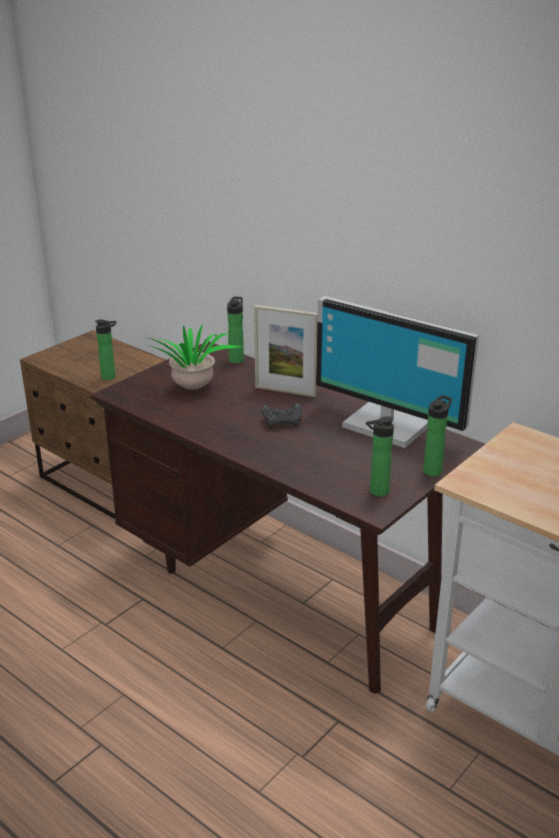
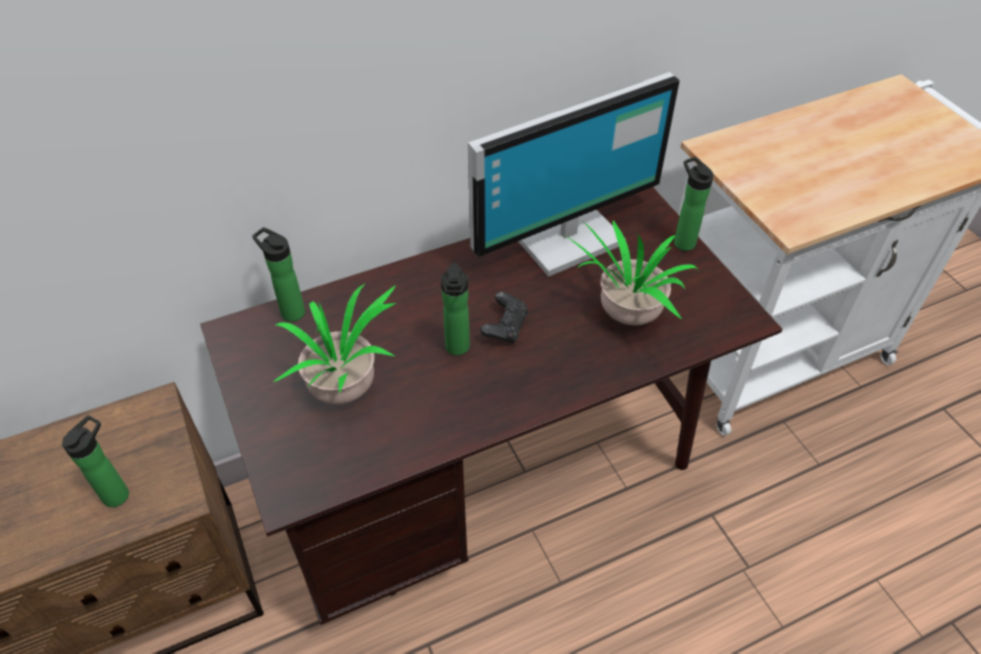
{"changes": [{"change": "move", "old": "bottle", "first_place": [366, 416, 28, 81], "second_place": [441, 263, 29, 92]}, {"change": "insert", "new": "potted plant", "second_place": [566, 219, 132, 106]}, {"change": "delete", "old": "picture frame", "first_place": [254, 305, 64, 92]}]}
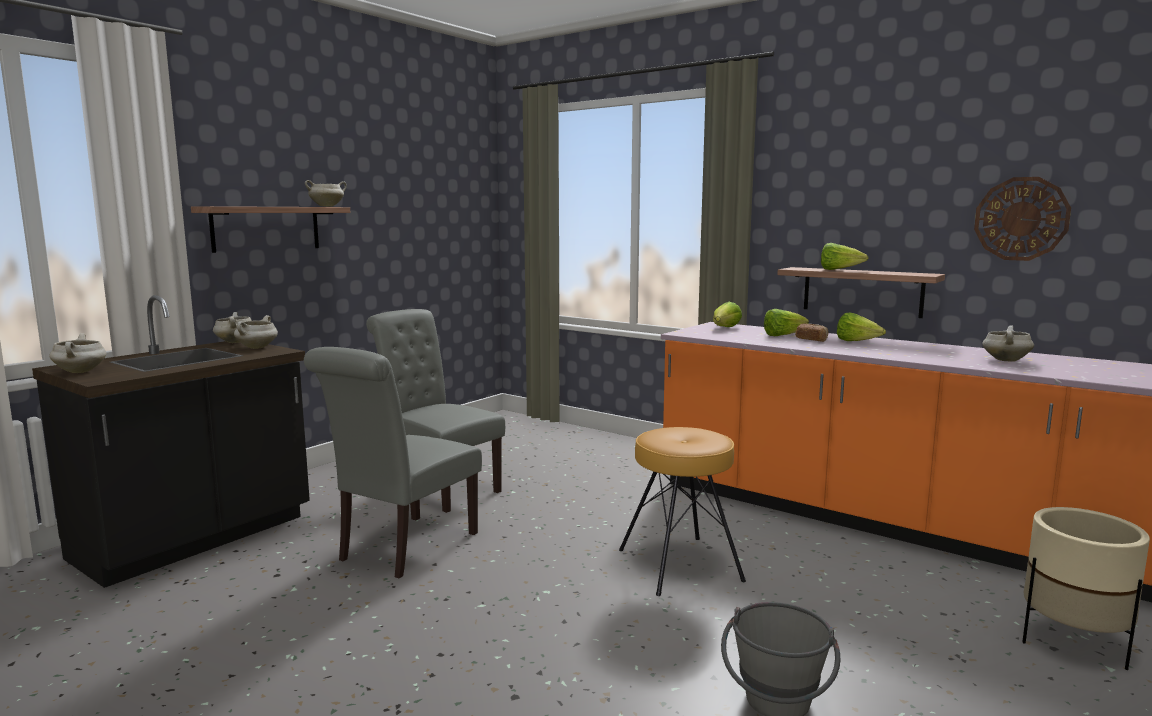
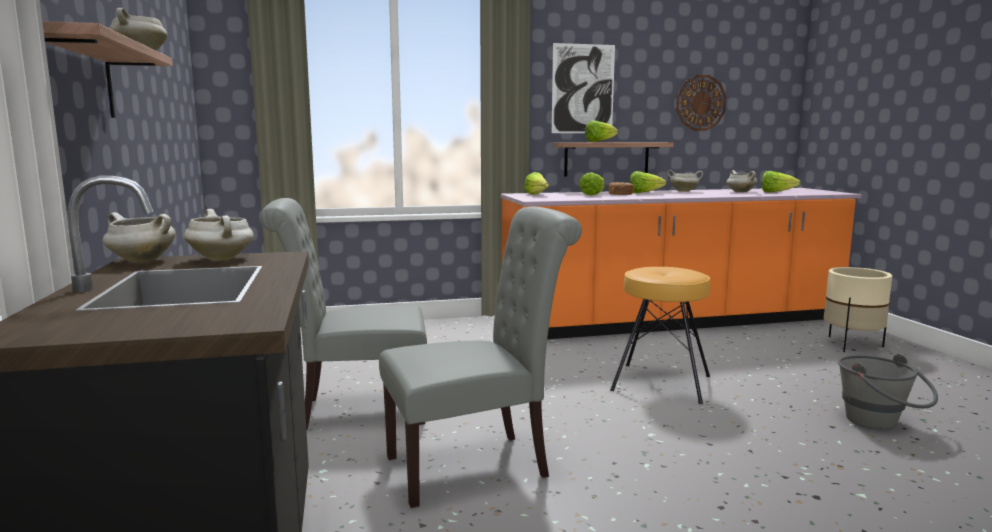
{"changes": [{"change": "rotate", "old": "grey plain chair", "first_place": [304, 347, 178, 231], "second_place": [379, 207, 203, 301], "degrees": -90}, {"change": "insert", "new": "picture", "second_place": [552, 43, 63, 90]}, {"change": "move", "old": "white saucepot", "first_place": [49, 333, 57, 40], "second_place": [667, 170, 36, 22]}, {"change": "insert", "new": "lettuce", "second_place": [762, 171, 39, 22]}]}
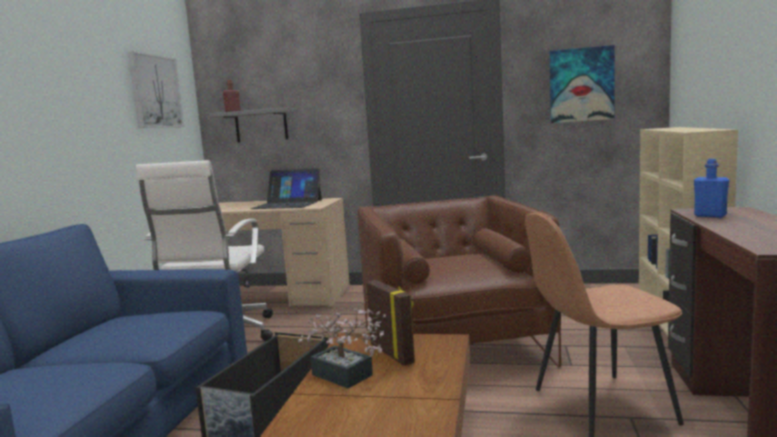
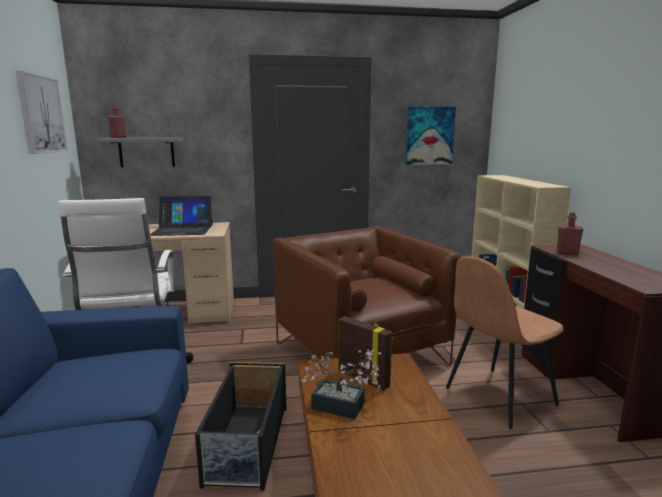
{"changes": [{"change": "recolor", "old": "bluish bottle", "new": "red bottle", "first_place": [694, 159, 36, 59], "second_place": [557, 212, 26, 43]}]}
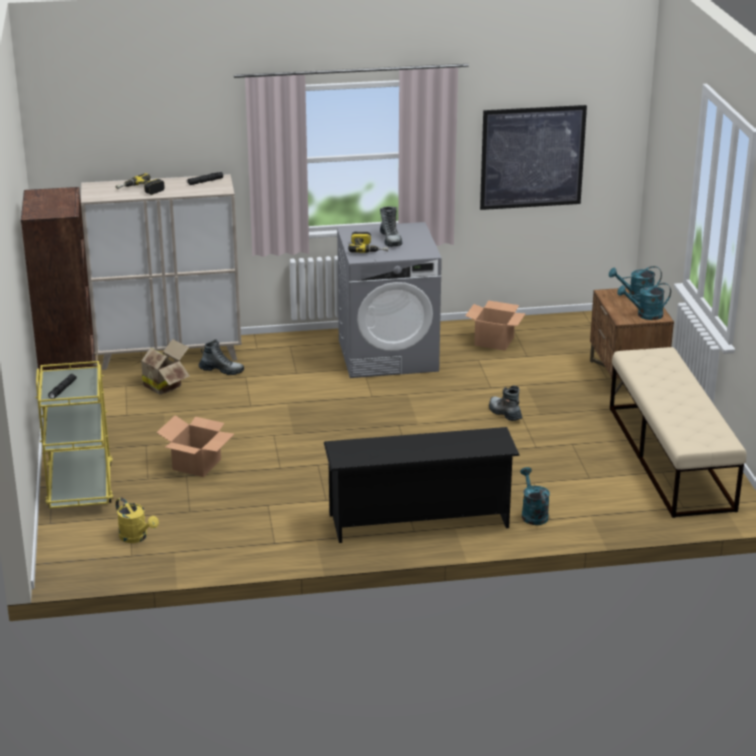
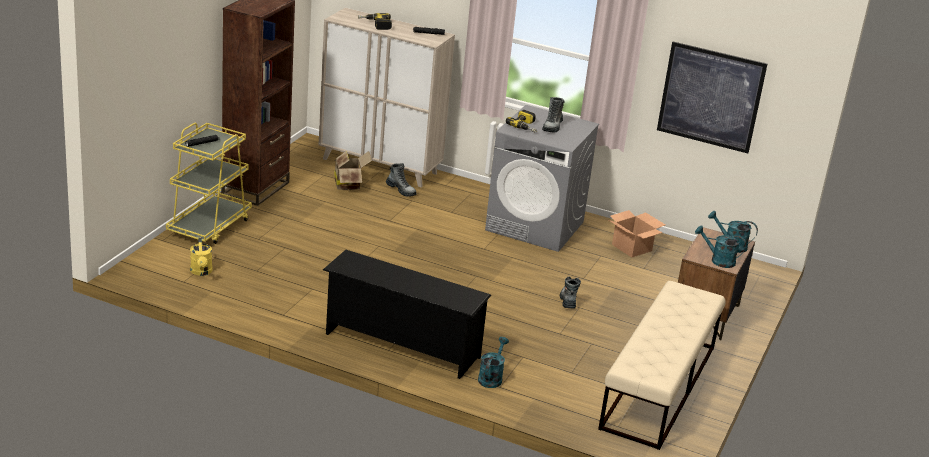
{"changes": [{"change": "delete", "old": "packing box", "first_place": [156, 415, 78, 62]}]}
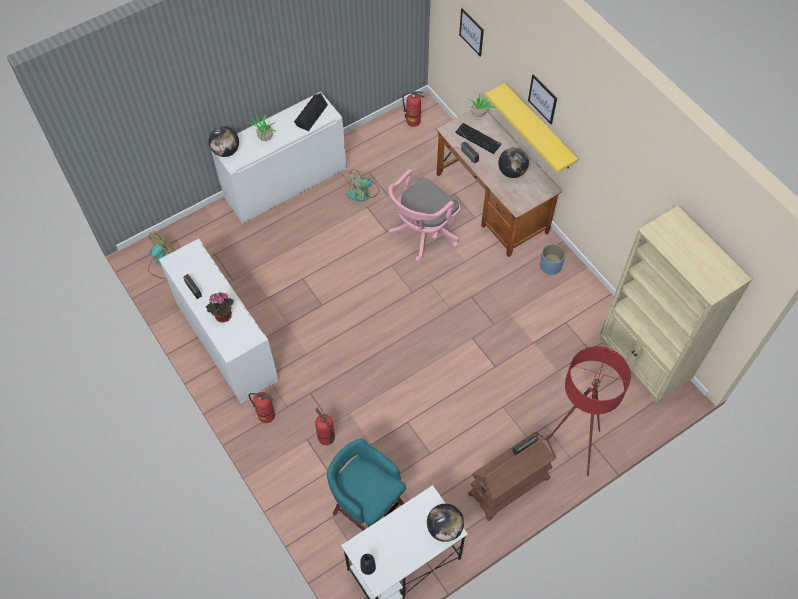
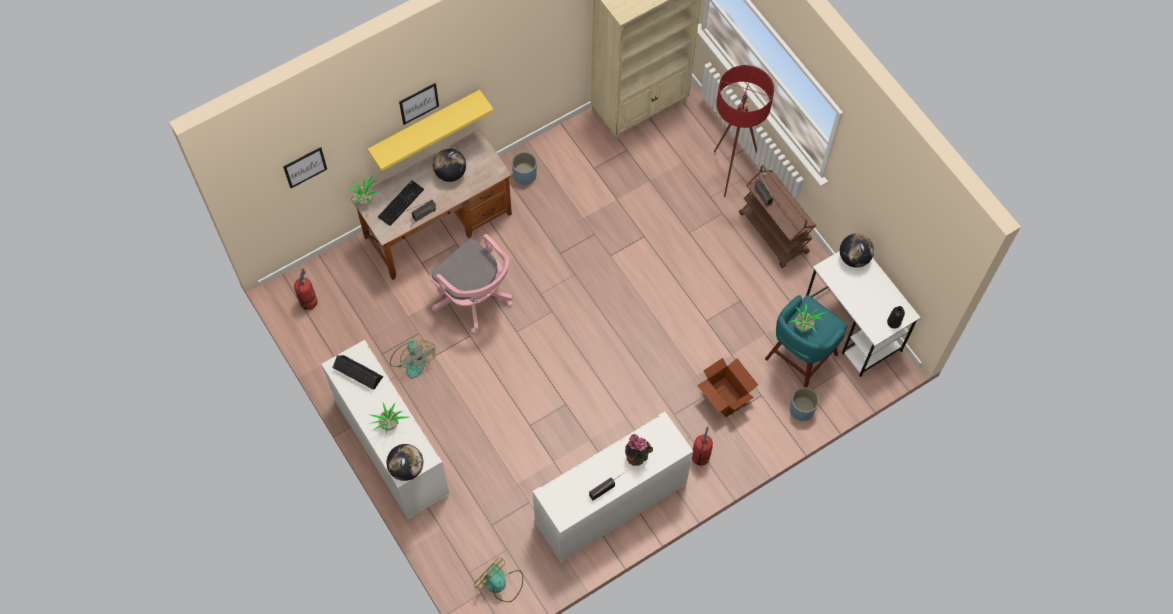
{"changes": [{"change": "replace", "old": "fire-fighting cylinder", "new": "packing box", "first_place": [315, 408, 20, 37], "second_place": [697, 358, 61, 59]}, {"change": "insert", "new": "potted plant", "second_place": [789, 304, 37, 29]}, {"change": "insert", "new": "bluish plant pot", "second_place": [790, 387, 29, 34]}]}
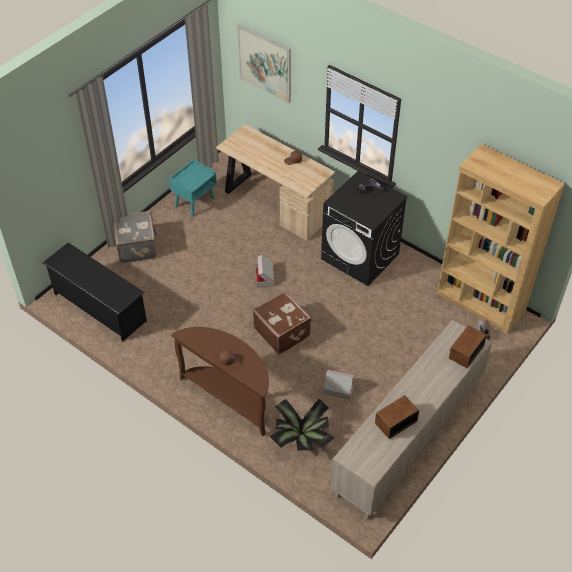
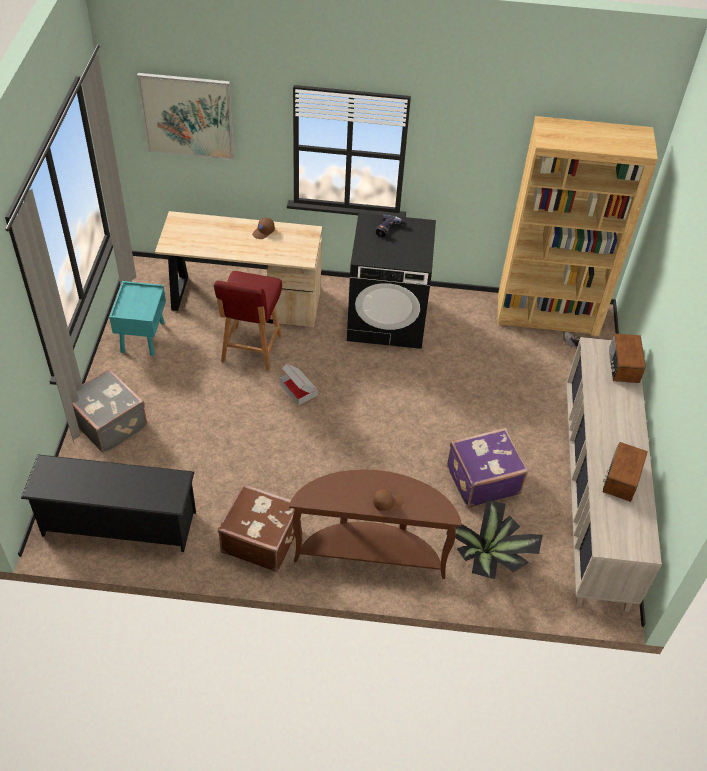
{"changes": [{"change": "insert", "new": "red plain chair", "second_place": [214, 271, 68, 100]}, {"change": "move", "old": "brown-coloured piece of luggage", "first_place": [253, 291, 59, 64], "second_place": [218, 484, 77, 88]}, {"change": "replace", "old": "packing box", "new": "purple piece of luggage", "first_place": [323, 370, 31, 29], "second_place": [447, 428, 81, 80]}]}
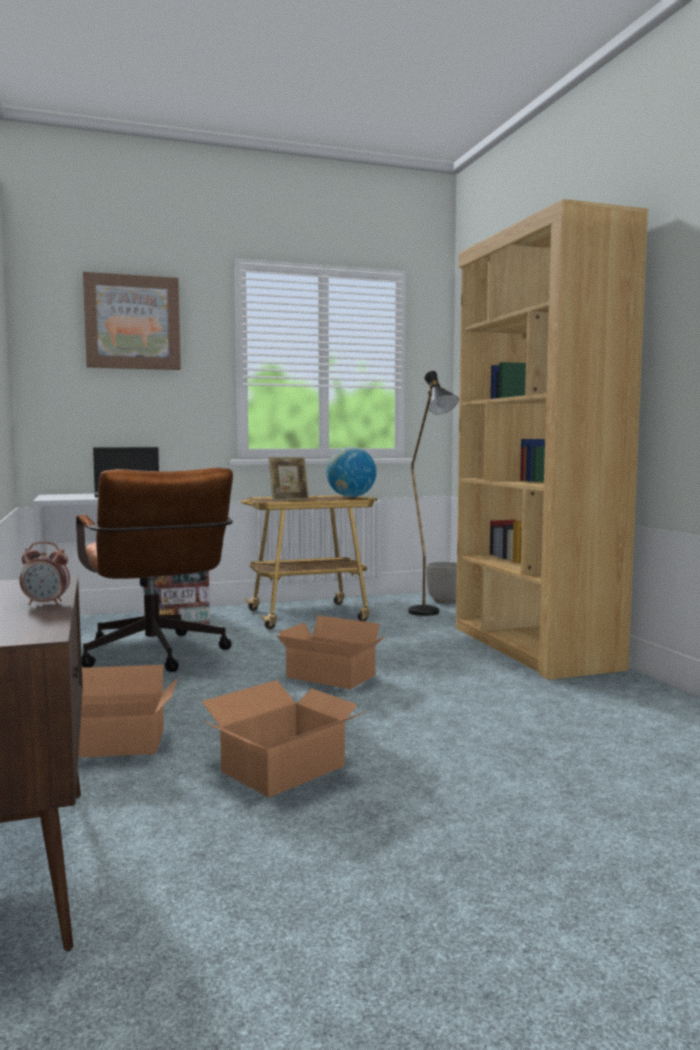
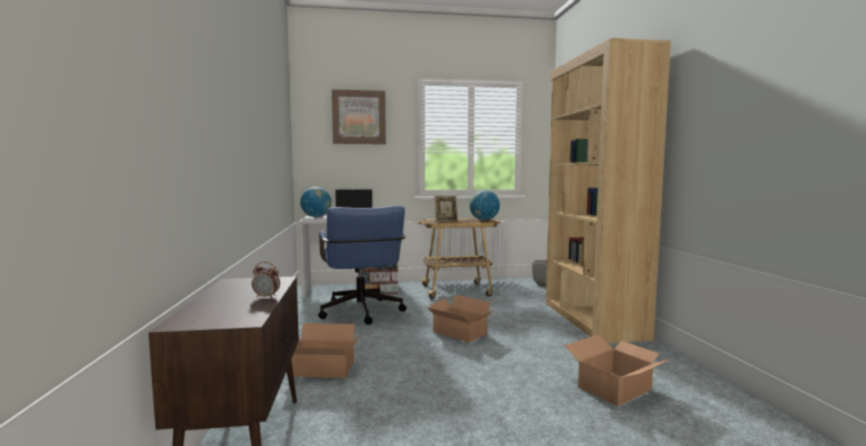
{"changes": [{"change": "insert", "new": "world globe", "second_place": [300, 187, 31, 30]}, {"change": "recolor", "old": "brown-coloured desk chair", "new": "bluish desk chair", "first_place": [76, 468, 157, 204], "second_place": [318, 206, 88, 118]}, {"change": "move", "old": "packing box", "first_place": [201, 680, 166, 117], "second_place": [564, 334, 108, 72]}, {"change": "delete", "old": "black-coloured standard lamp", "first_place": [408, 371, 51, 245]}]}
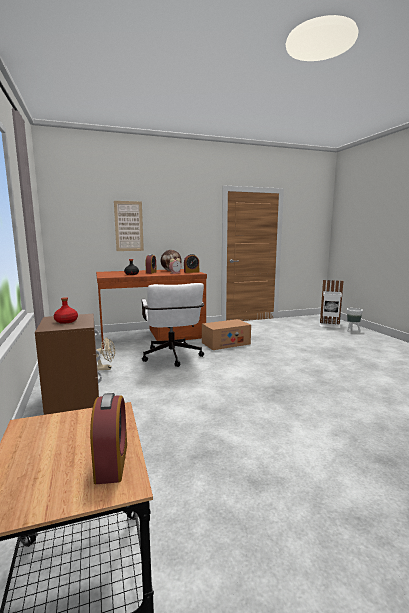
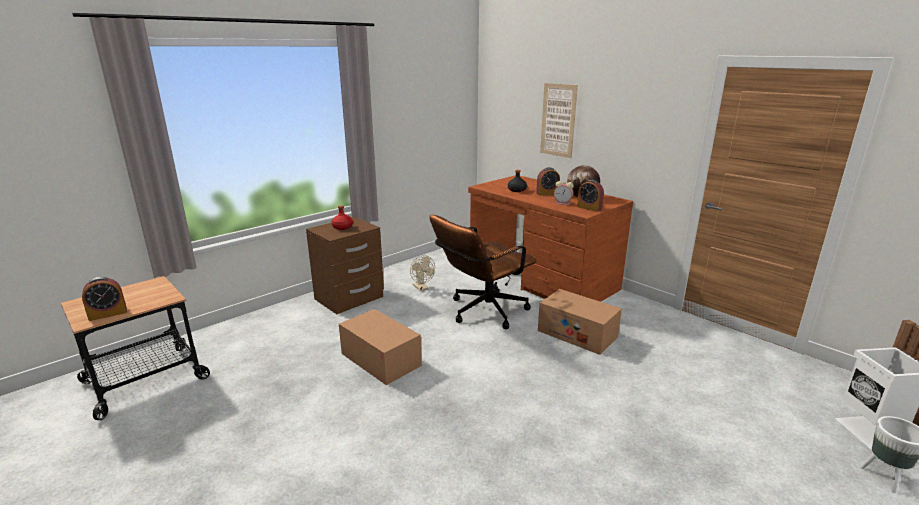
{"changes": [{"change": "insert", "new": "packing box", "second_place": [339, 309, 83, 76]}, {"change": "recolor", "old": "white desk chair", "new": "brown-coloured desk chair", "first_place": [142, 283, 62, 84], "second_place": [430, 215, 106, 114]}]}
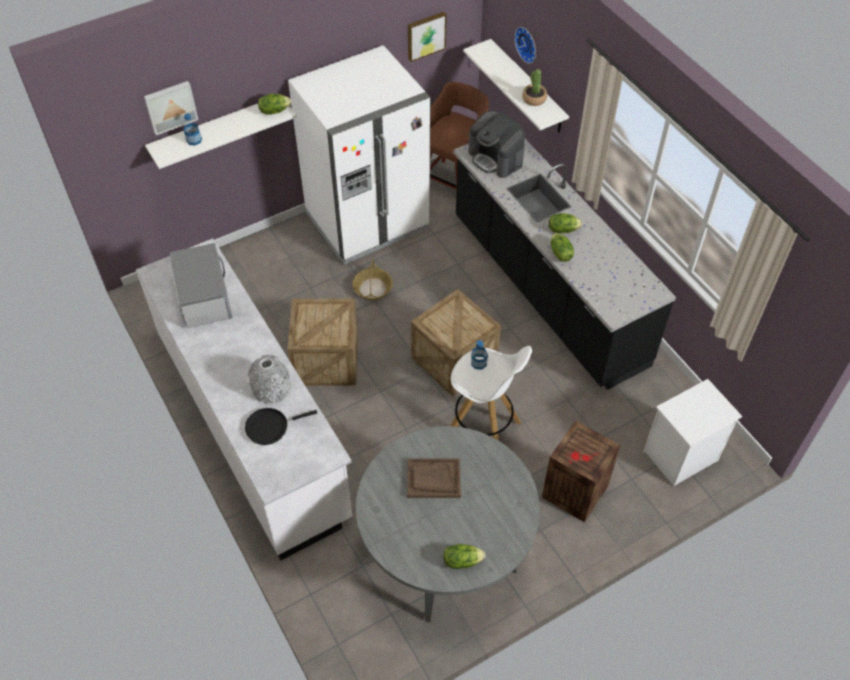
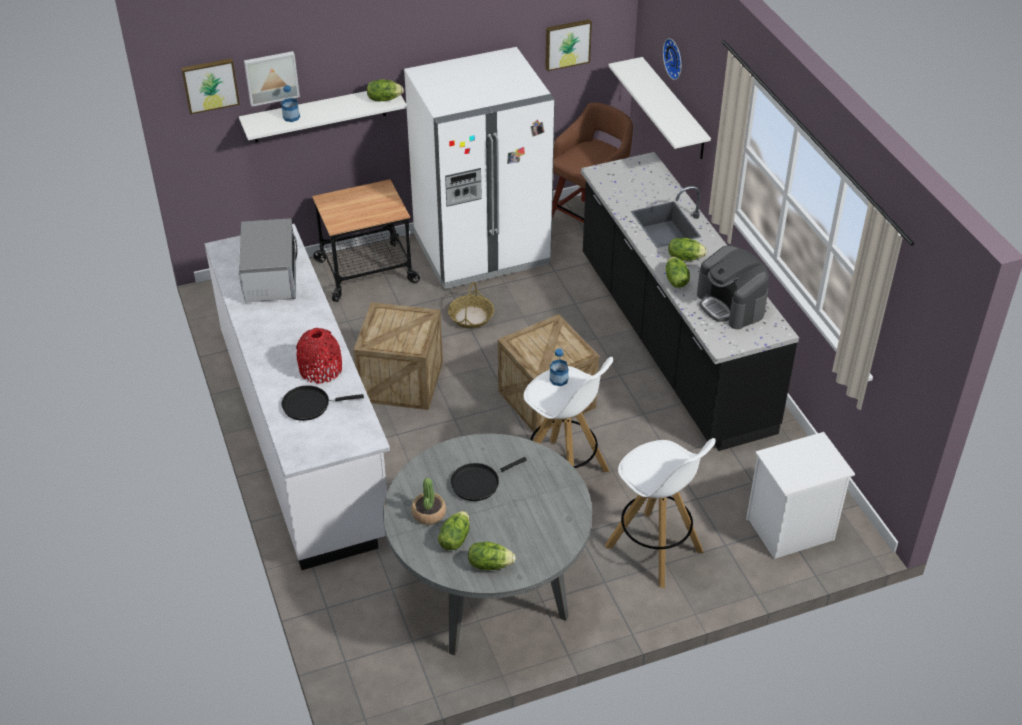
{"changes": [{"change": "insert", "new": "picture", "second_place": [181, 58, 59, 56]}, {"change": "recolor", "old": "grey flower vase", "new": "red flower vase", "first_place": [248, 355, 43, 48], "second_place": [296, 328, 46, 56]}, {"change": "insert", "new": "cart", "second_place": [312, 179, 108, 123]}, {"change": "move", "old": "potted plant", "first_place": [522, 69, 25, 37], "second_place": [411, 478, 35, 47]}, {"change": "insert", "new": "lettuce", "second_place": [438, 511, 32, 39]}, {"change": "replace", "old": "brown-coloured carrying tray", "new": "black-coloured pan", "first_place": [407, 458, 54, 40], "second_place": [450, 457, 77, 44]}, {"change": "replace", "old": "crate", "new": "white stool seat", "first_place": [542, 420, 79, 102], "second_place": [605, 438, 110, 150]}, {"change": "move", "old": "coffee brewer", "first_place": [468, 111, 57, 67], "second_place": [697, 246, 72, 83]}]}
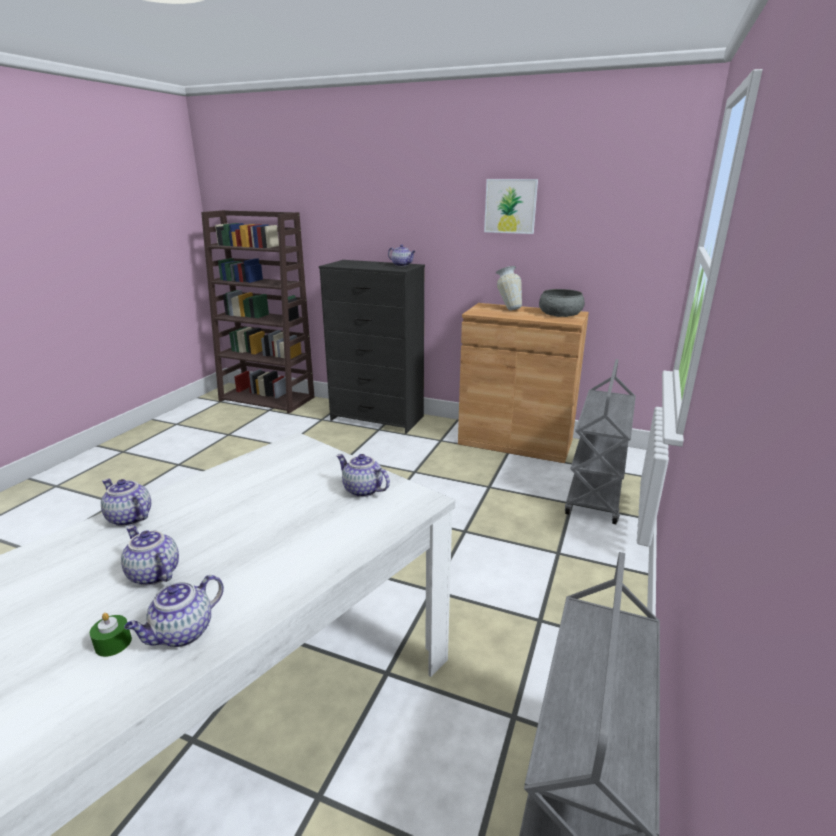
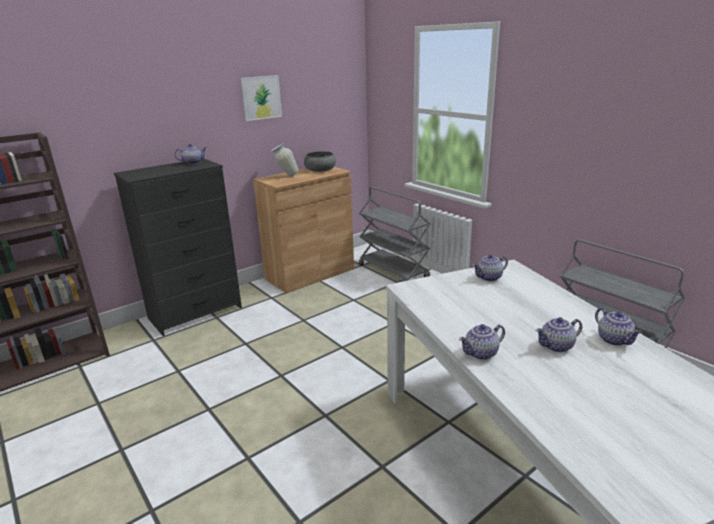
{"changes": [{"change": "delete", "old": "green-coloured wax candle", "first_place": [90, 613, 42, 44]}]}
